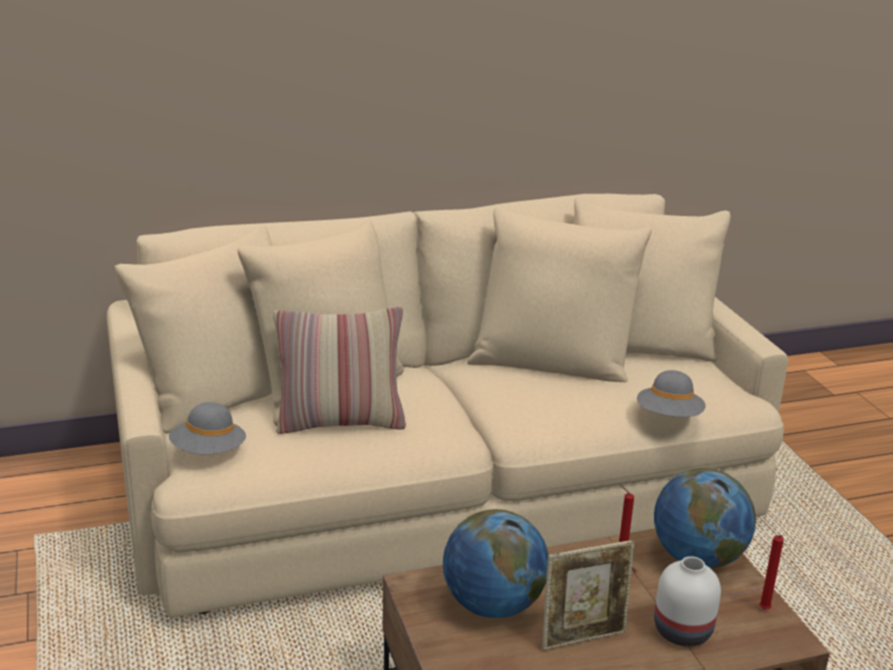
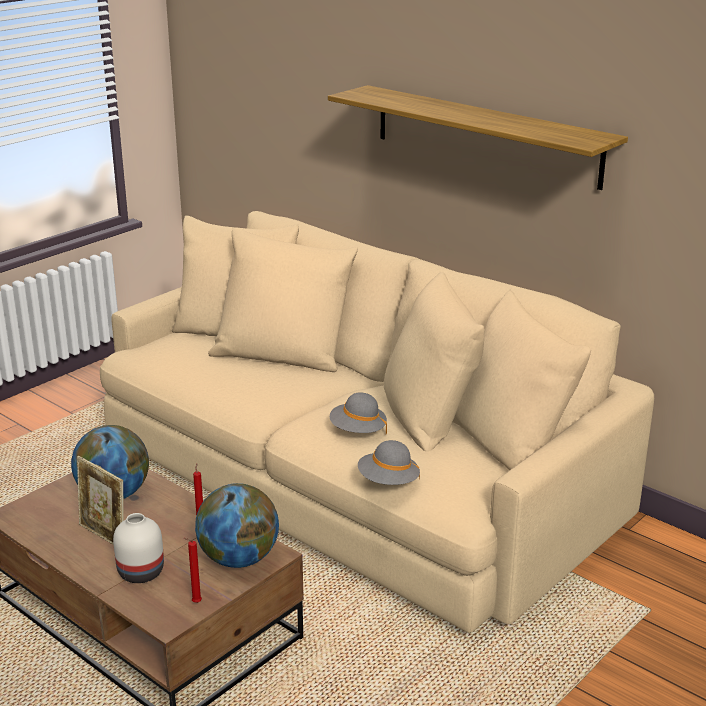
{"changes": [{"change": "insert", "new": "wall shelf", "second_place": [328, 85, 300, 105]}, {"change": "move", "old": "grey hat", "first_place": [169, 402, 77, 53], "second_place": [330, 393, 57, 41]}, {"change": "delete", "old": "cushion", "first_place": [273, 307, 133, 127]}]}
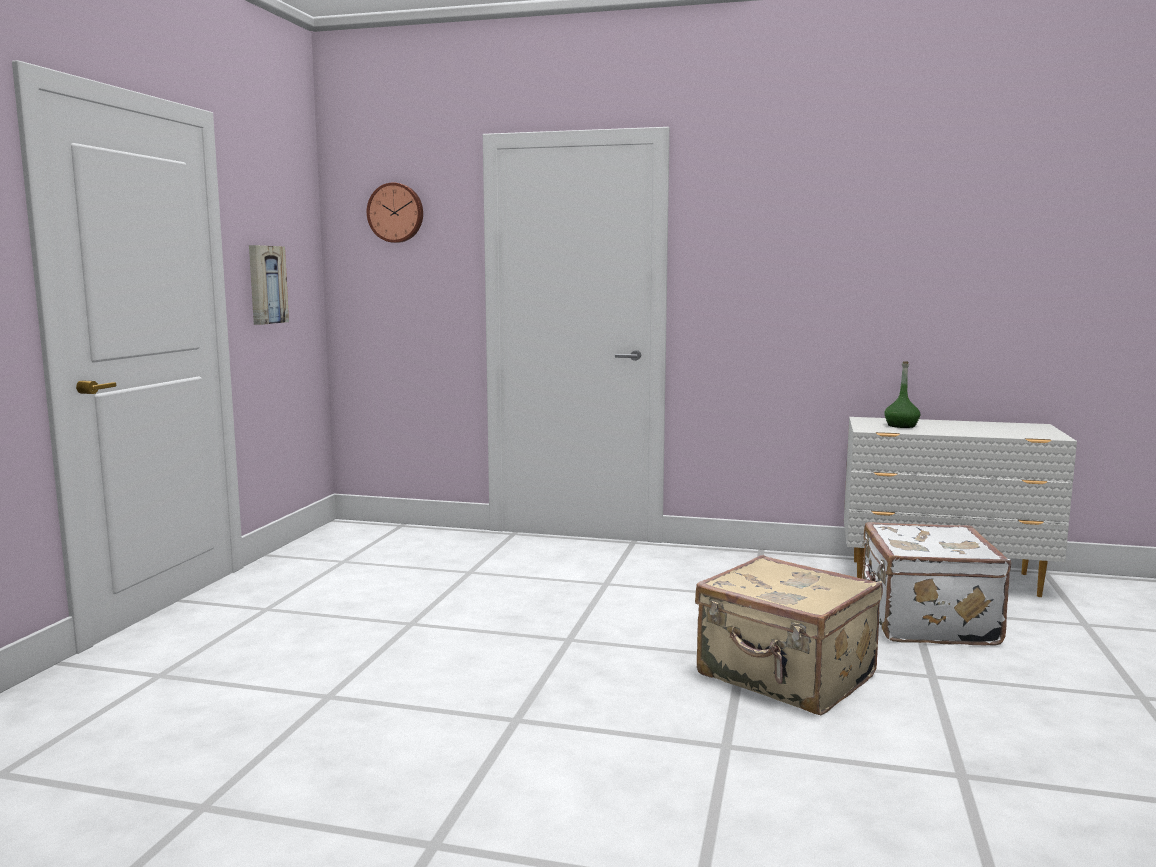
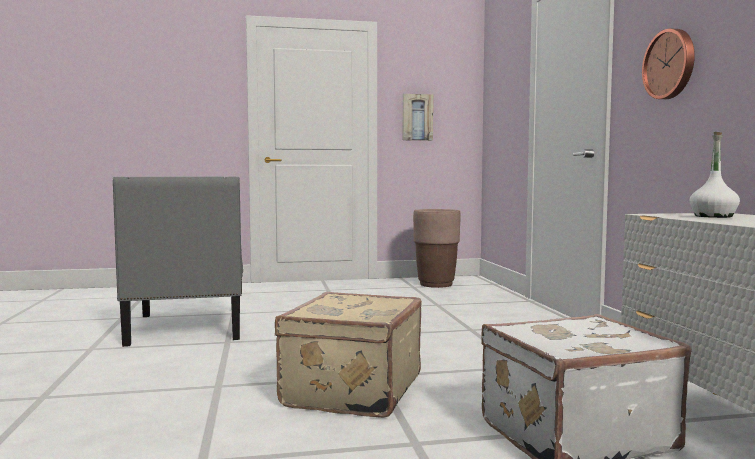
{"changes": [{"change": "insert", "new": "grey easy chair", "second_place": [112, 176, 131, 171]}, {"change": "insert", "new": "brown-coloured plant pot", "second_place": [413, 209, 48, 79]}, {"change": "move", "old": "wall clock", "first_place": [367, 183, 56, 60], "second_place": [642, 28, 53, 71]}, {"change": "recolor", "old": "green-coloured bottle", "new": "white bottle", "first_place": [884, 361, 36, 67], "second_place": [690, 132, 50, 86]}]}
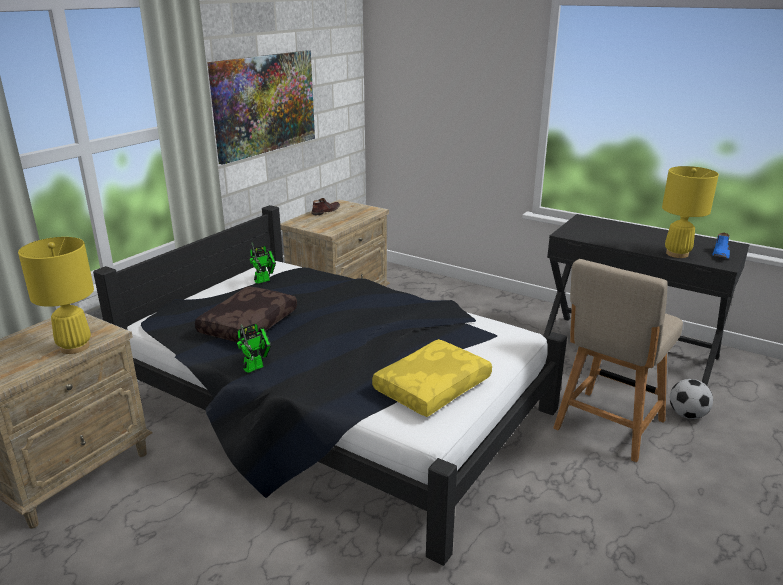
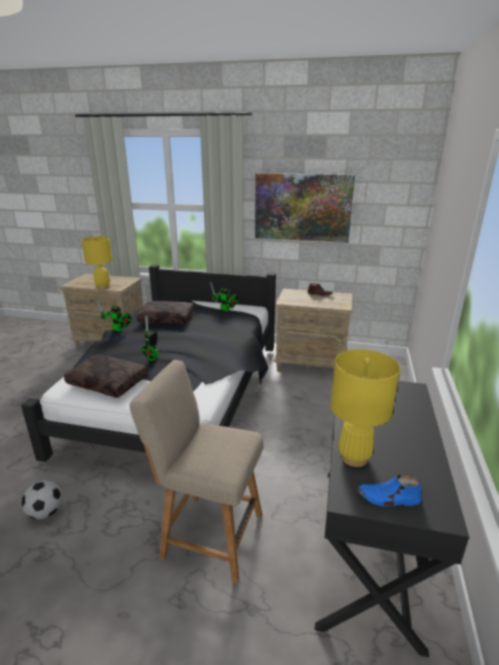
{"changes": [{"change": "move", "old": "ball for football", "first_place": [670, 379, 43, 40], "second_place": [22, 480, 40, 39]}, {"change": "recolor", "old": "yellow cushion", "new": "brown-coloured cushion", "first_place": [372, 339, 120, 78], "second_place": [64, 354, 84, 44]}, {"change": "insert", "new": "toy robot", "second_place": [141, 316, 18, 45]}]}
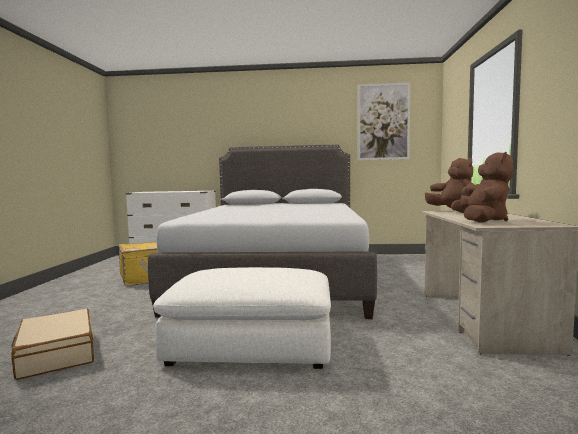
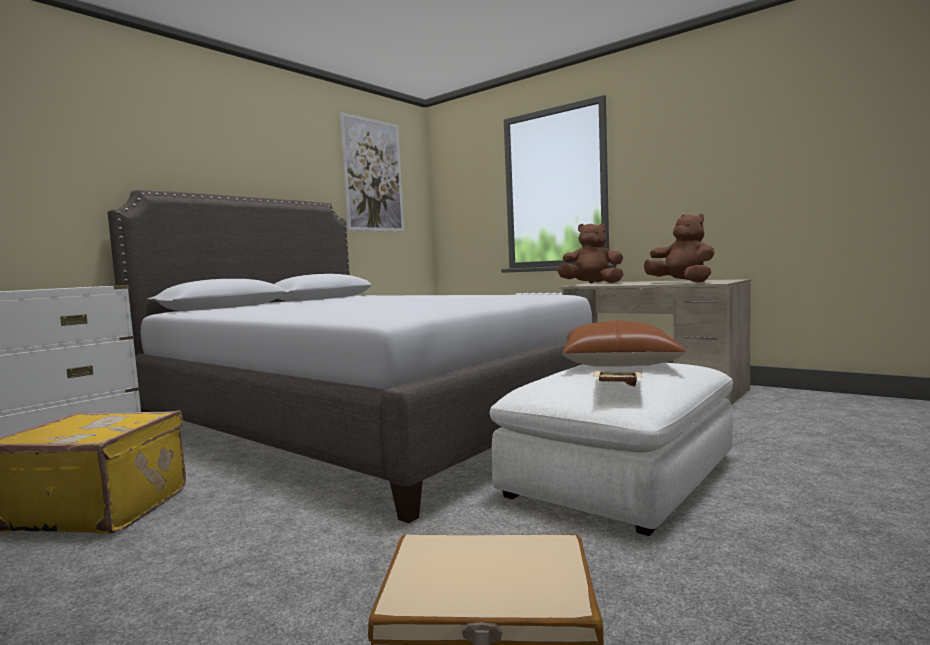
{"changes": [{"change": "insert", "new": "brown-coloured cushion", "second_place": [562, 320, 124, 47]}, {"change": "insert", "new": "beige carrying tray", "second_place": [592, 371, 52, 15]}]}
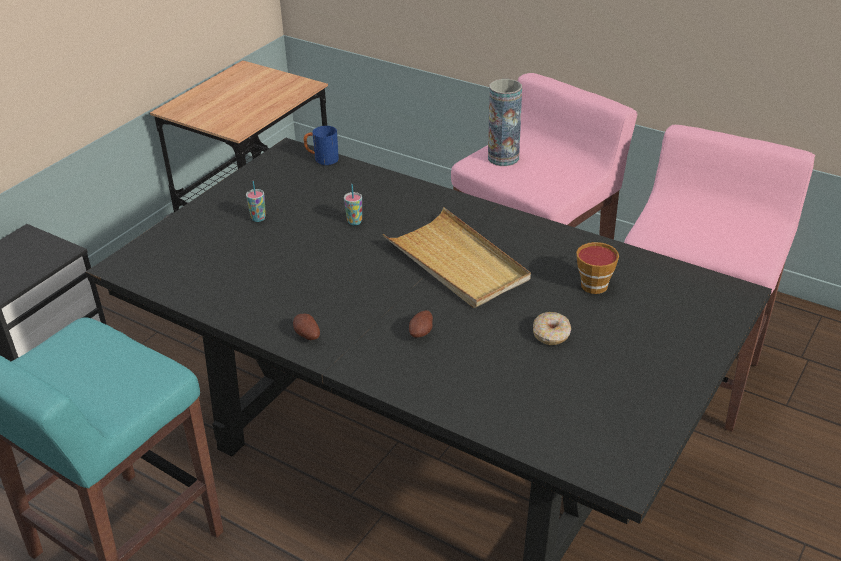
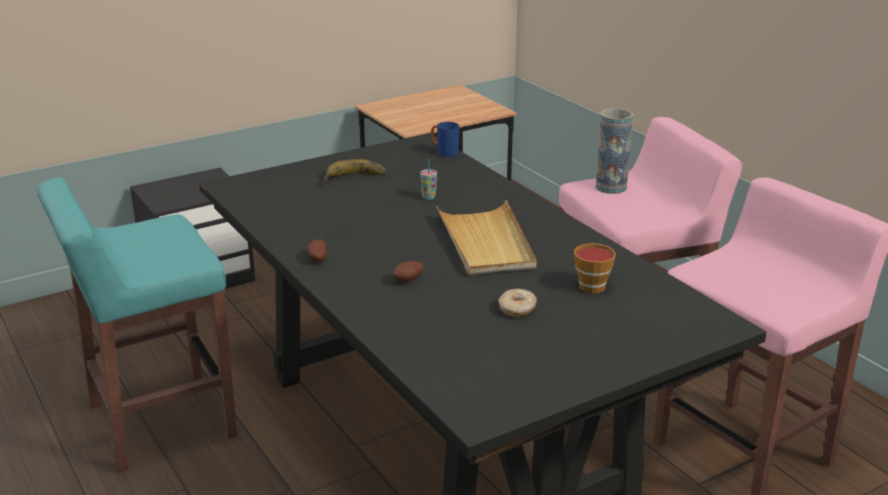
{"changes": [{"change": "replace", "old": "drinking cup", "new": "banana", "first_place": [246, 181, 20, 41], "second_place": [323, 159, 63, 25]}]}
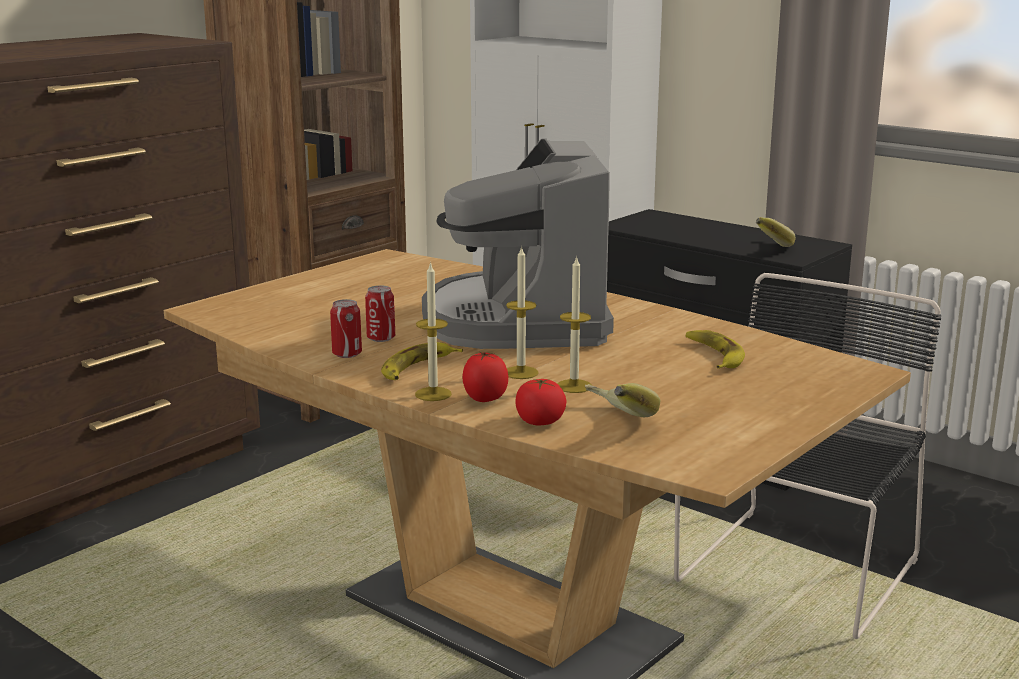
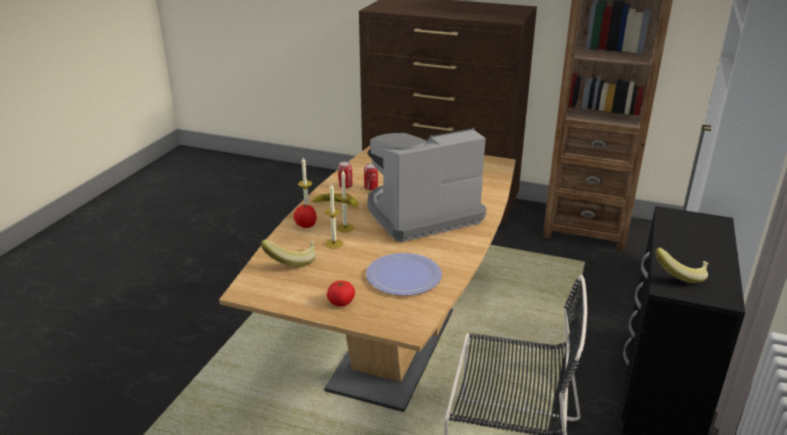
{"changes": [{"change": "move", "old": "whole tomato", "first_place": [516, 379, 50, 46], "second_place": [327, 281, 28, 26]}, {"change": "replace", "old": "banana", "new": "flat dish", "first_place": [686, 330, 59, 39], "second_place": [366, 253, 76, 43]}]}
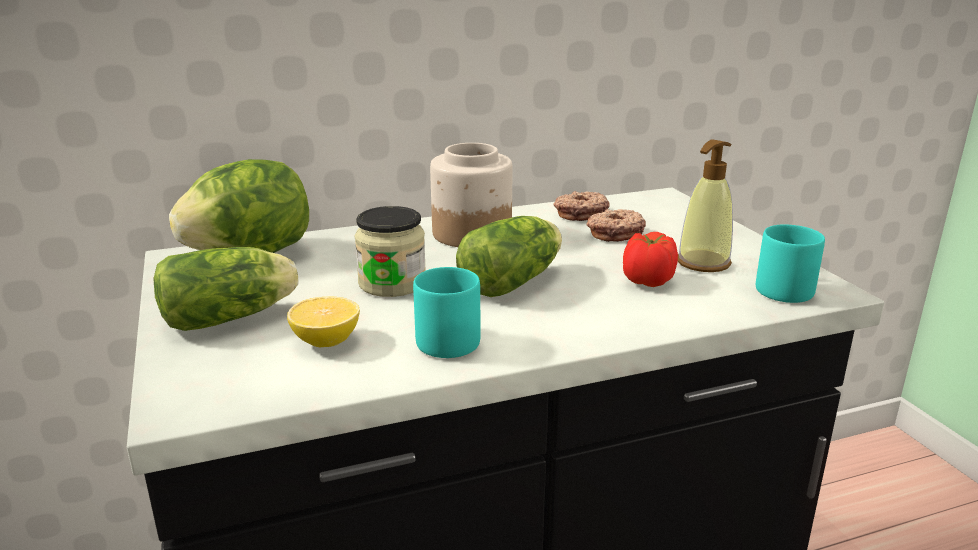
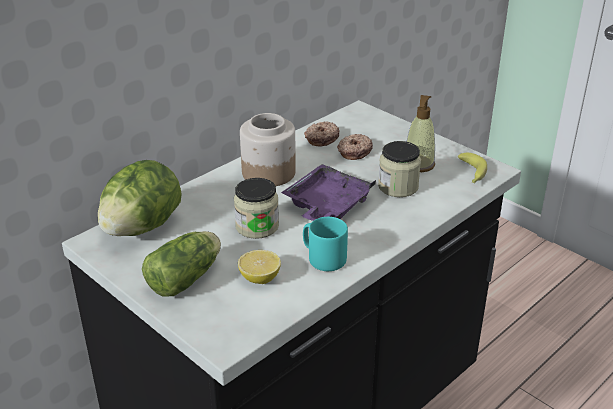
{"changes": [{"change": "replace", "old": "lettuce", "new": "purple carrying tray", "first_place": [456, 216, 106, 81], "second_place": [281, 164, 95, 57]}, {"change": "replace", "old": "whole tomato", "new": "jar", "first_place": [623, 232, 55, 55], "second_place": [378, 141, 43, 56]}, {"change": "replace", "old": "turquoise tea mug", "new": "banana", "first_place": [756, 225, 69, 78], "second_place": [458, 153, 29, 30]}]}
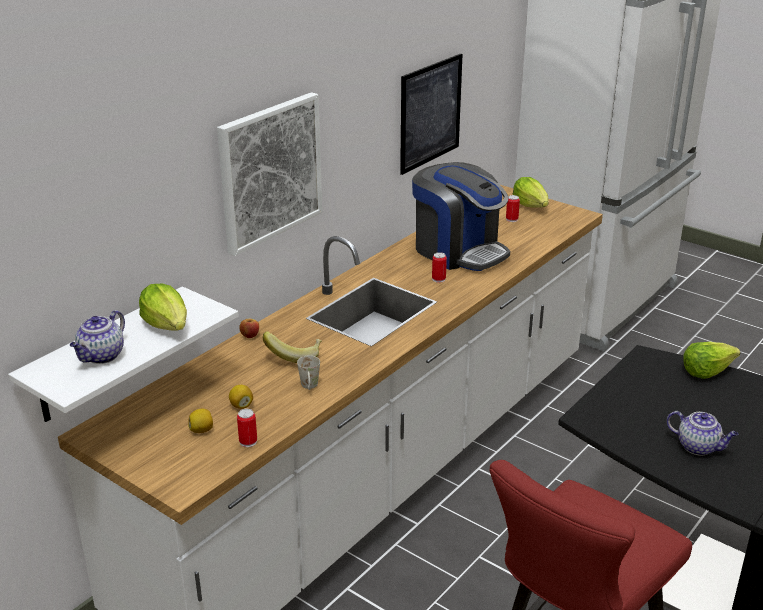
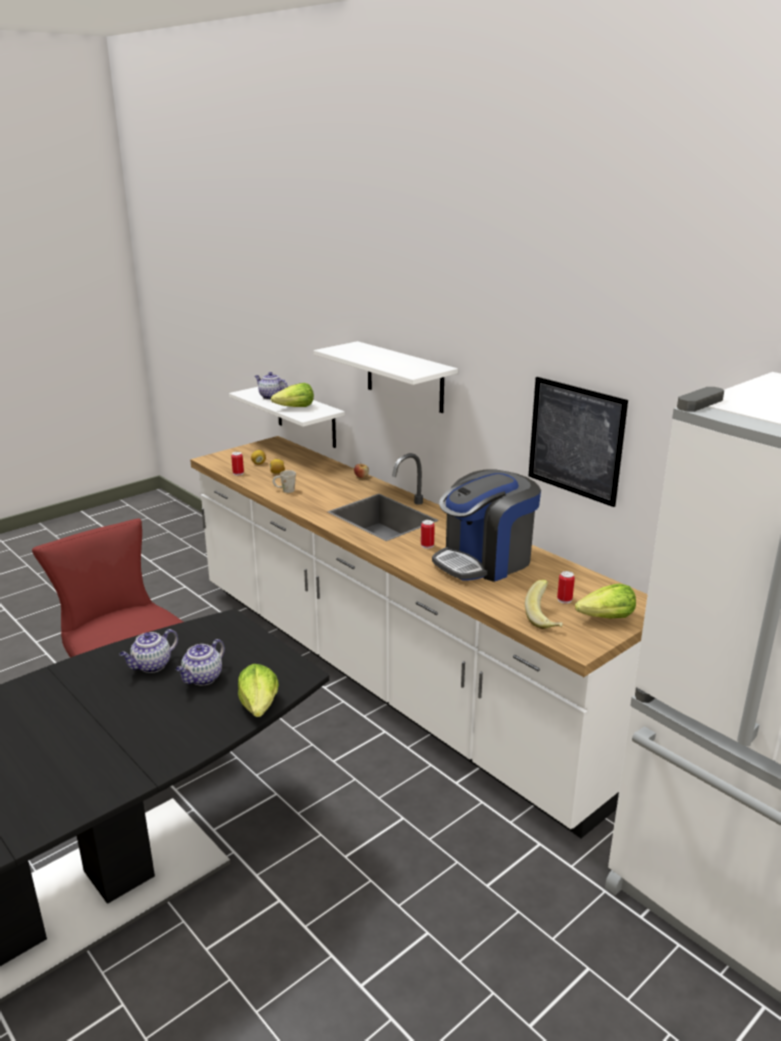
{"changes": [{"change": "insert", "new": "teapot", "second_place": [176, 639, 49, 46]}, {"change": "replace", "old": "picture", "new": "white wall shelf", "first_place": [217, 92, 105, 164], "second_place": [314, 341, 144, 72]}, {"change": "move", "old": "banana", "first_place": [263, 331, 59, 32], "second_place": [525, 579, 38, 50]}]}
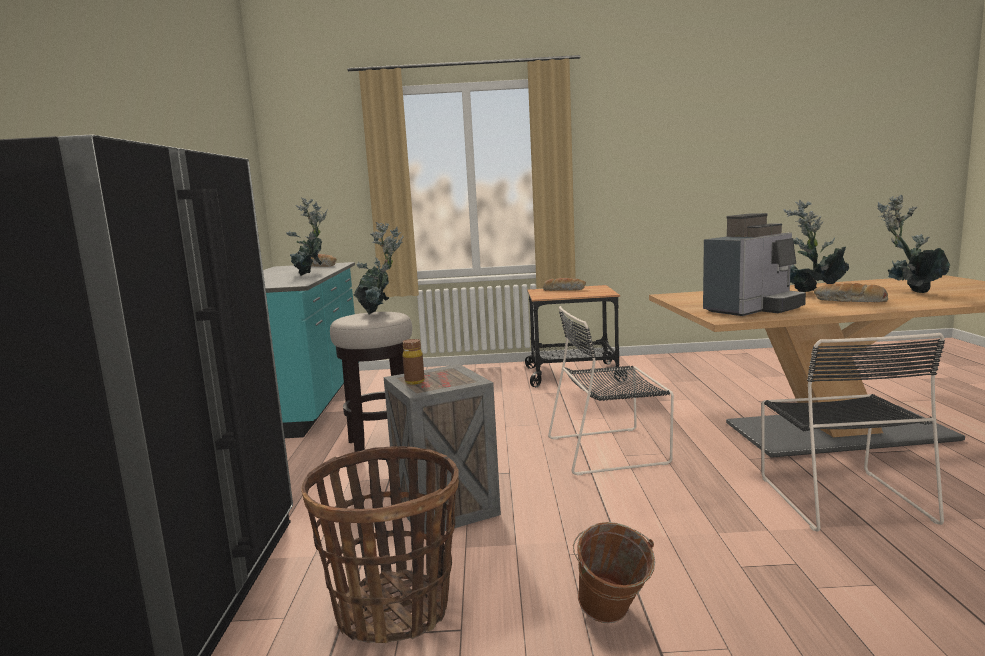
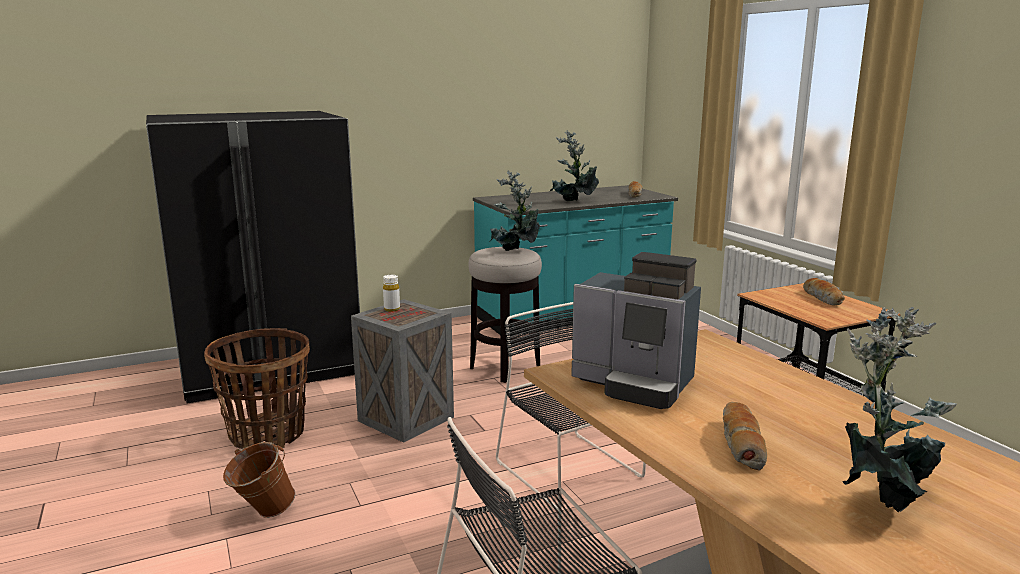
{"changes": [{"change": "recolor", "old": "brown-coloured bottle", "new": "white bottle", "first_place": [403, 339, 21, 46], "second_place": [383, 275, 17, 37]}, {"change": "delete", "old": "potted plant", "first_place": [783, 200, 66, 92]}]}
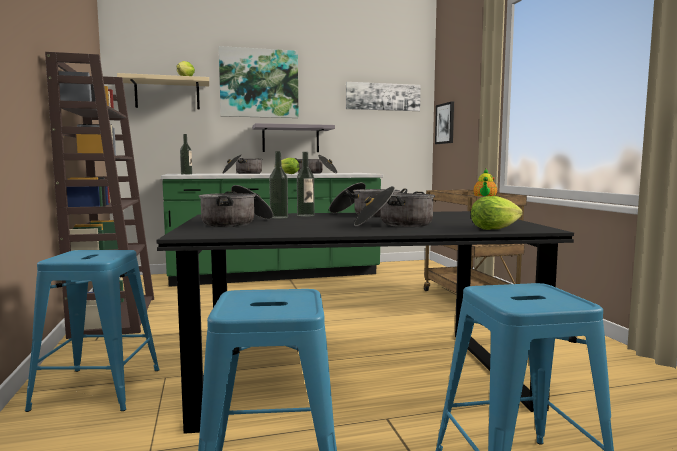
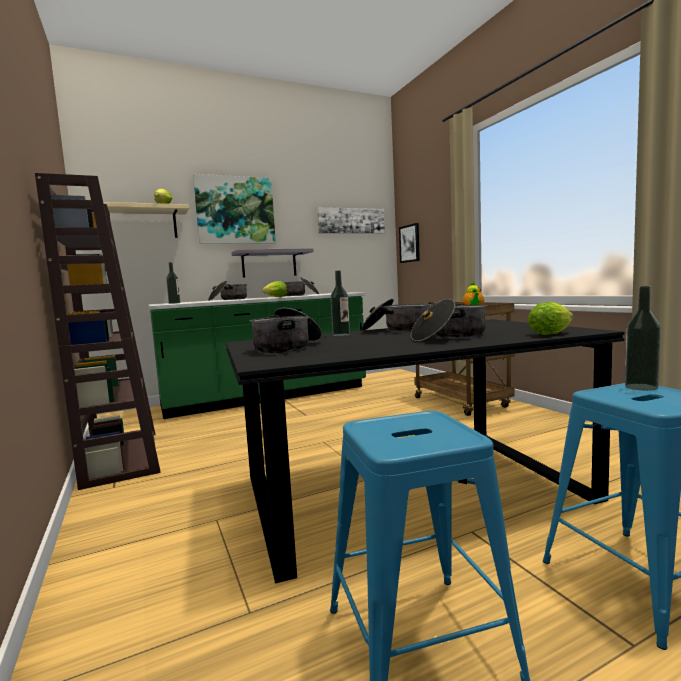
{"changes": [{"change": "move", "old": "bottle", "first_place": [269, 151, 19, 68], "second_place": [625, 286, 36, 105]}, {"change": "delete", "old": "bluish stool seat", "first_place": [25, 250, 134, 162]}]}
